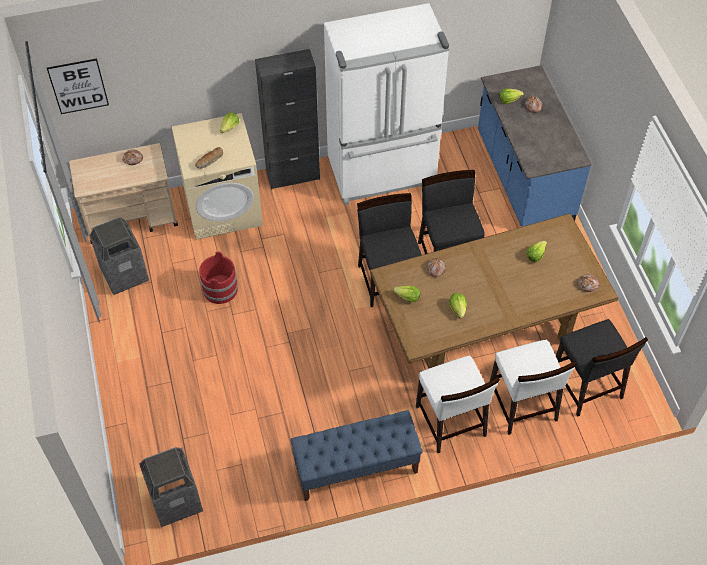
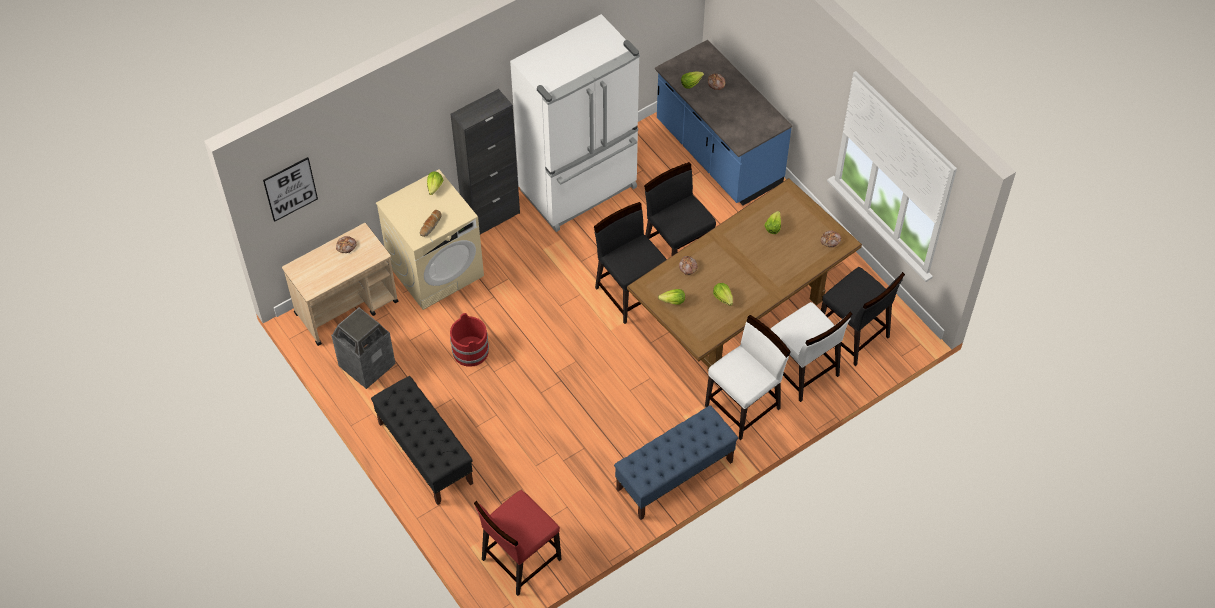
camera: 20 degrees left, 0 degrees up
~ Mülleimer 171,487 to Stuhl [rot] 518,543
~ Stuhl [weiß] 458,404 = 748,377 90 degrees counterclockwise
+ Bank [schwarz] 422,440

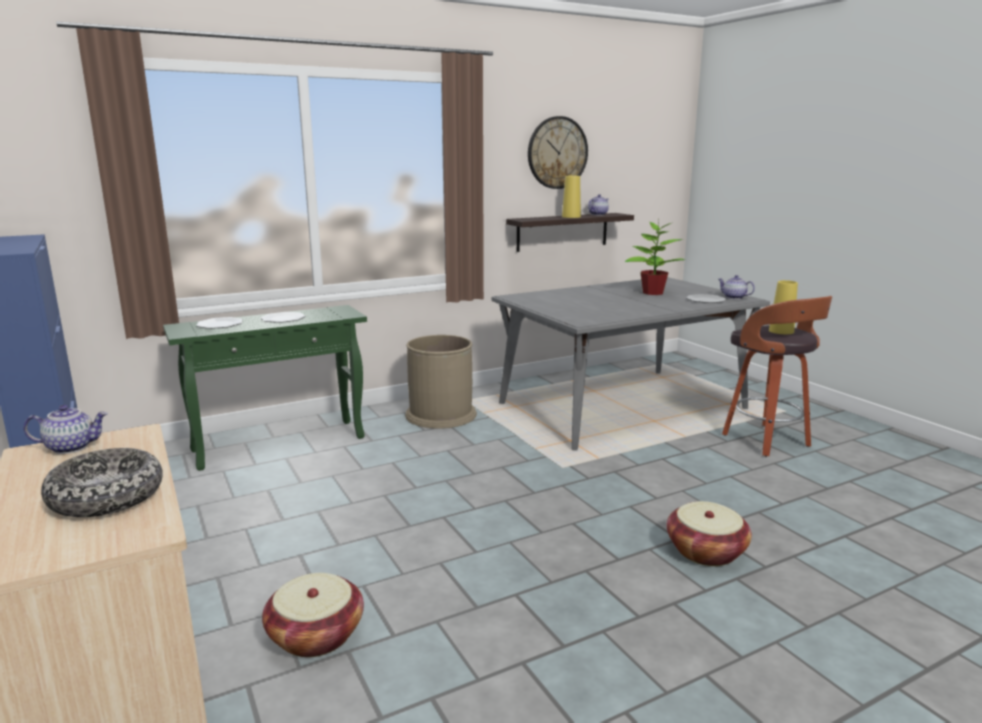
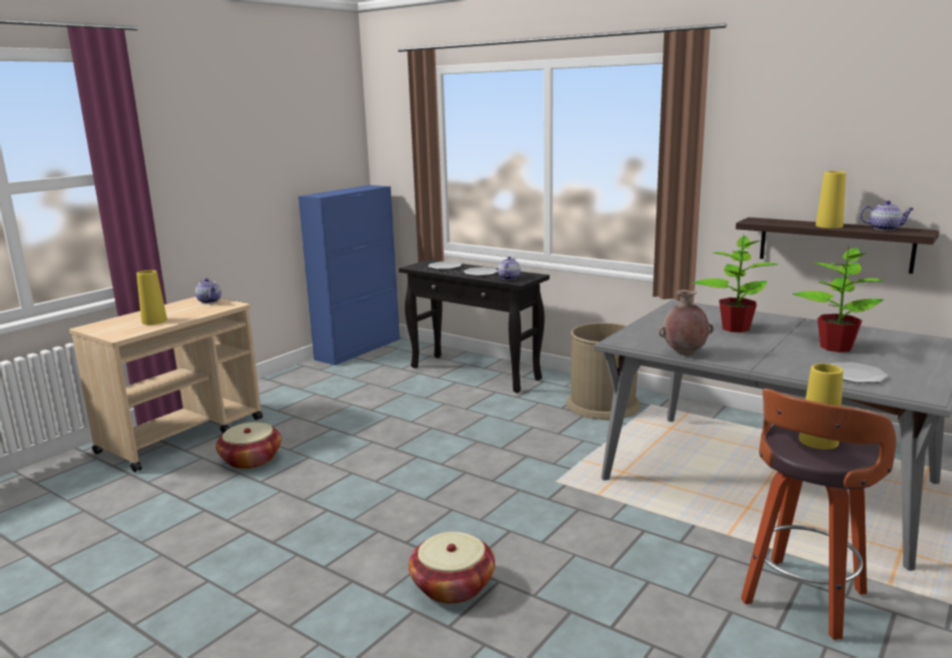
camera: 65 degrees right, 0 degrees up
~ Schüssel 102,482 to Vase [gelb] 152,297
~ Konsolentisch [grün] 265,388 to Konsolentisch [schwarz] 474,326
- Wanduhr 558,152
~ Teekanne 736,287 to 509,268
+ Vase [braun] 686,322
+ Topfpflanze 735,284

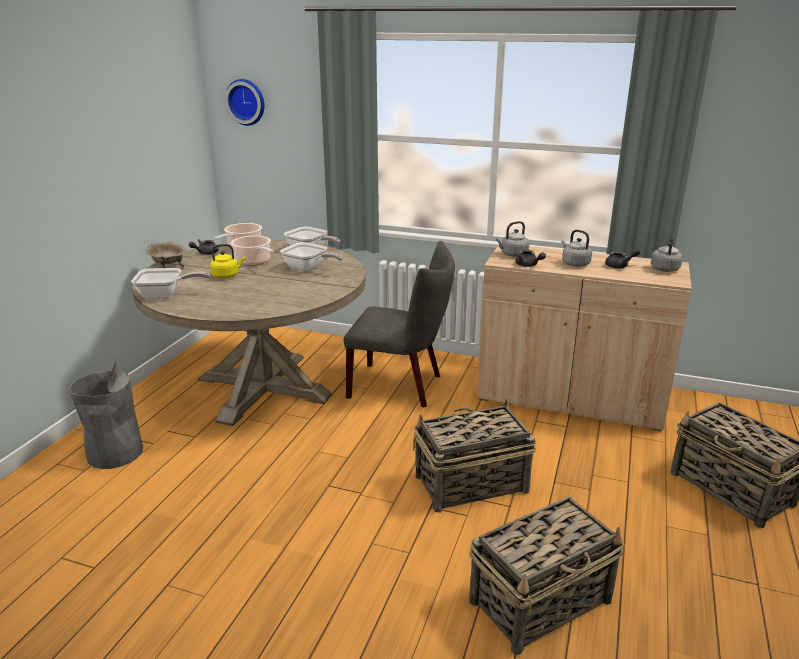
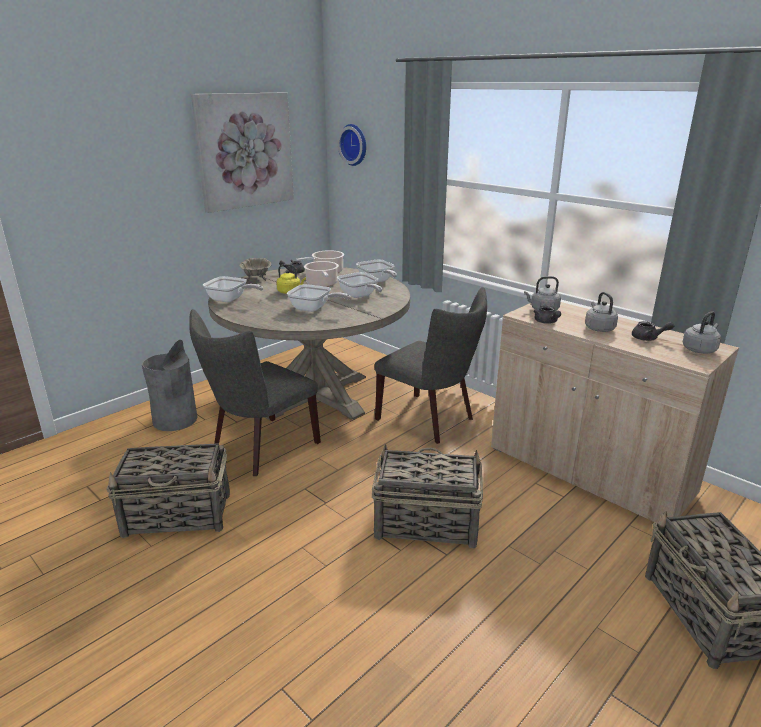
camera: 25 degrees right, 0 degrees up
~ Korb 546,575 to 168,490
+ Stuhl [grau] 255,392
+ Bild 242,153
+ Pfanne 319,298

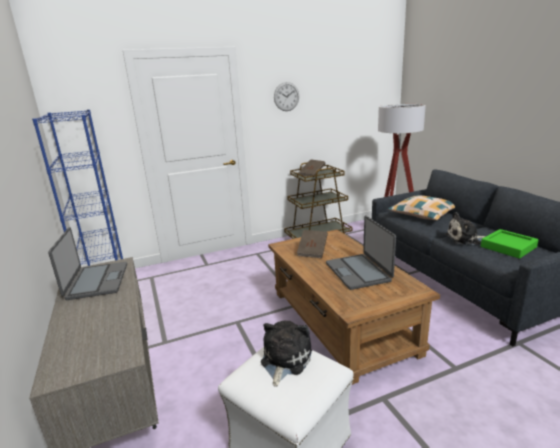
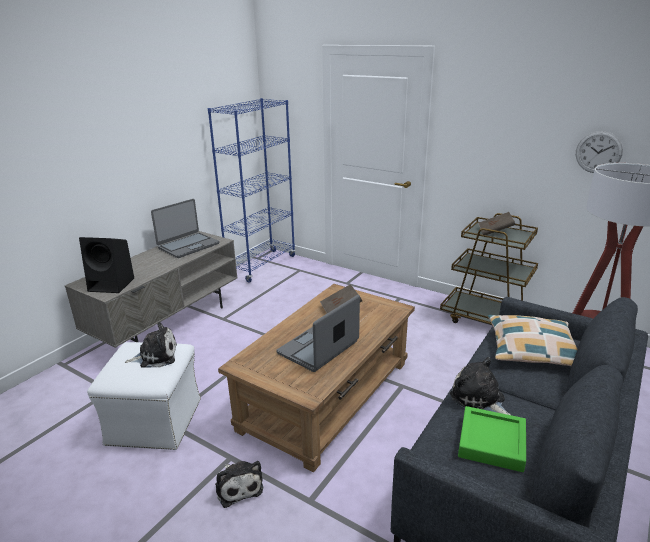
camera: 55 degrees right, 5 degrees up
~ Wanduhr 286,96 to 599,152
+ Lautsprecher [schwarz] 106,265
+ Plüschtier 239,484

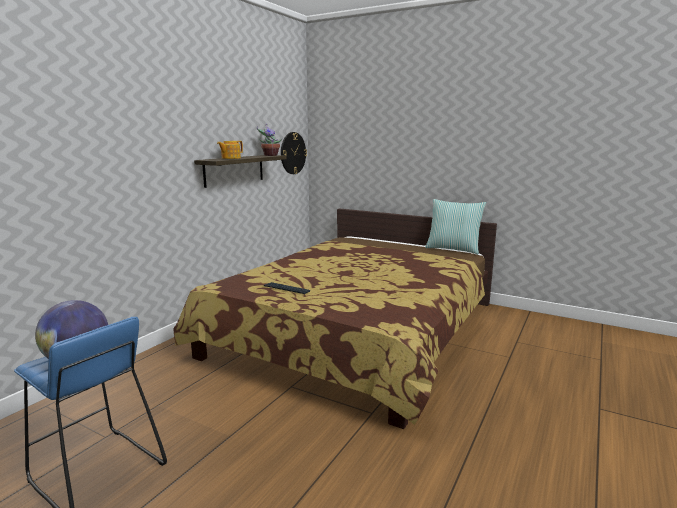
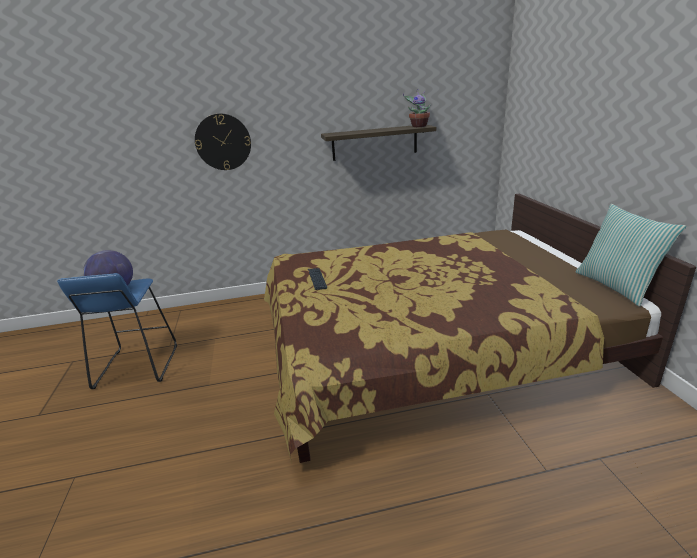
camera: 50 degrees right, 10 degrees up
- Teekanne 230,150
~ Wanduhr 294,153 to 223,142

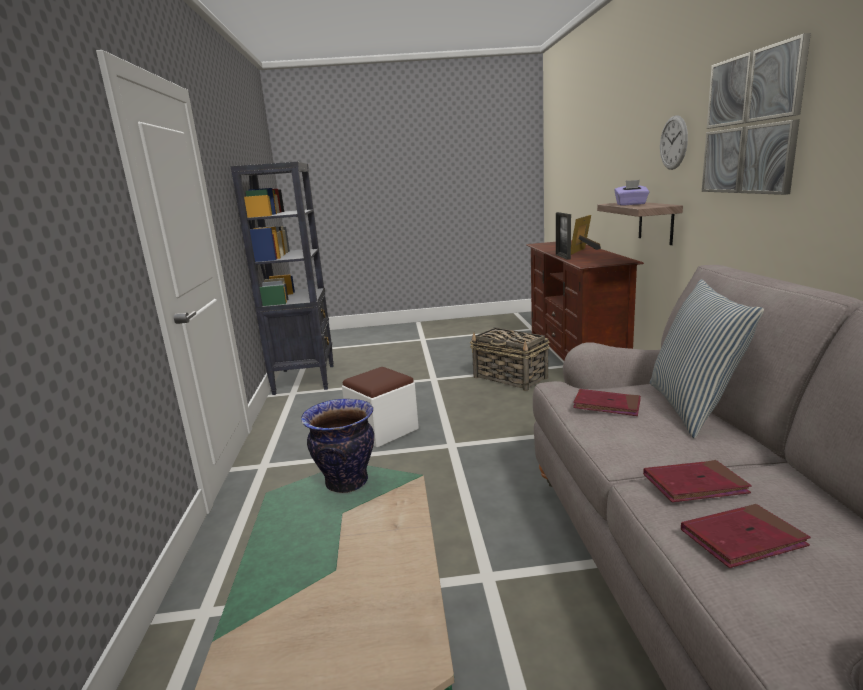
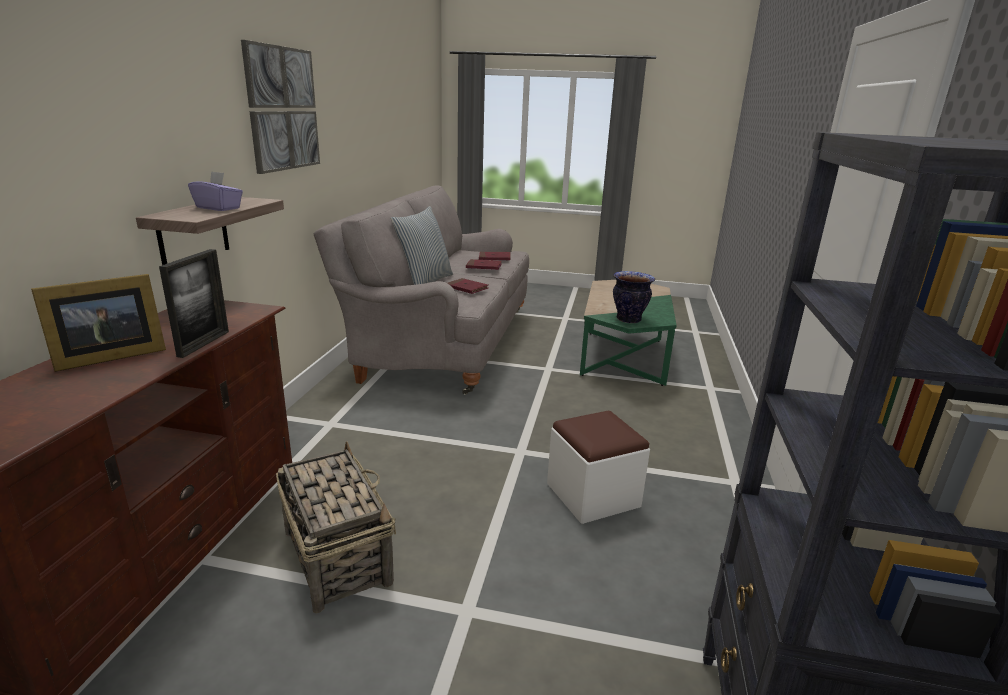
camera: 165 degrees left, 5 degrees up
- Wanduhr 674,142

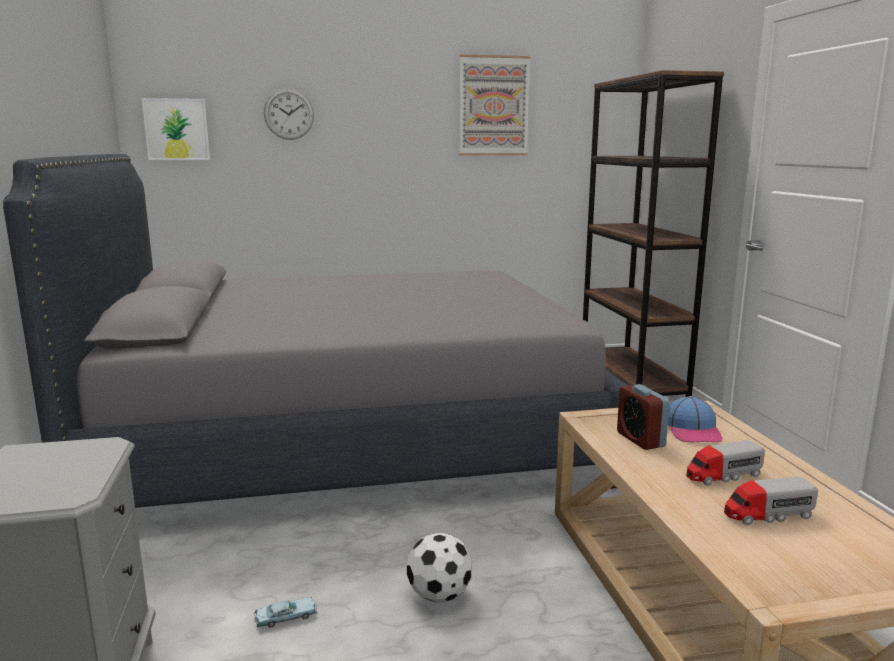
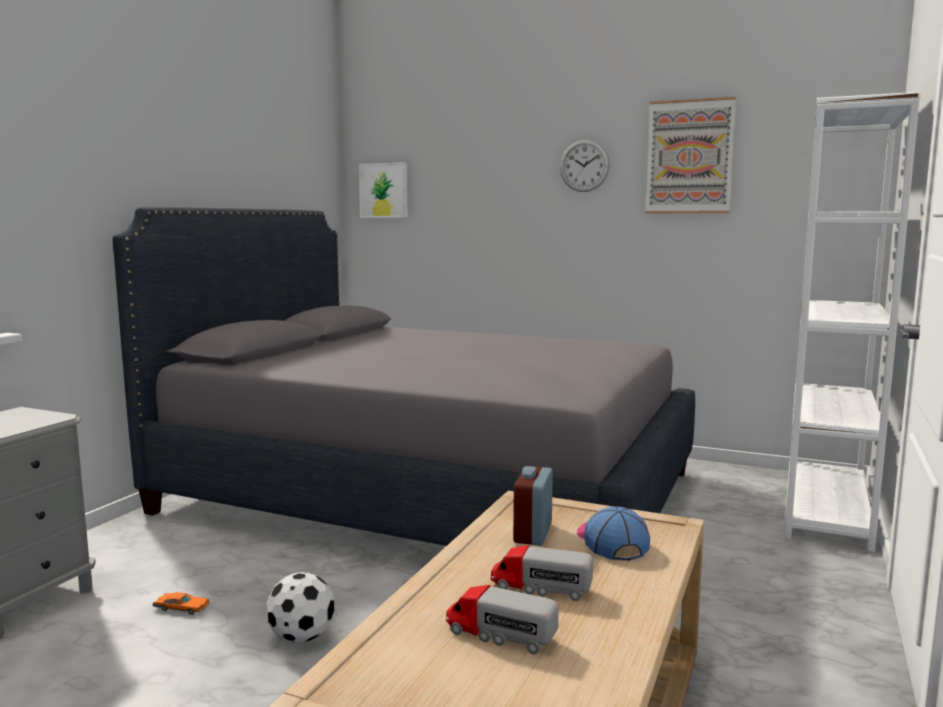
camera: 35 degrees right, 5 degrees down
~ Spielzeugauto [blau] 285,612 to Spielzeugauto [orange] 181,603
~ Wanduhr 289,114 to 585,165
~ Bücherregal [braun] 653,233 to Bücherregal [weiß] 852,322
~ Kappe 695,419 = 613,533 135 degrees clockwise

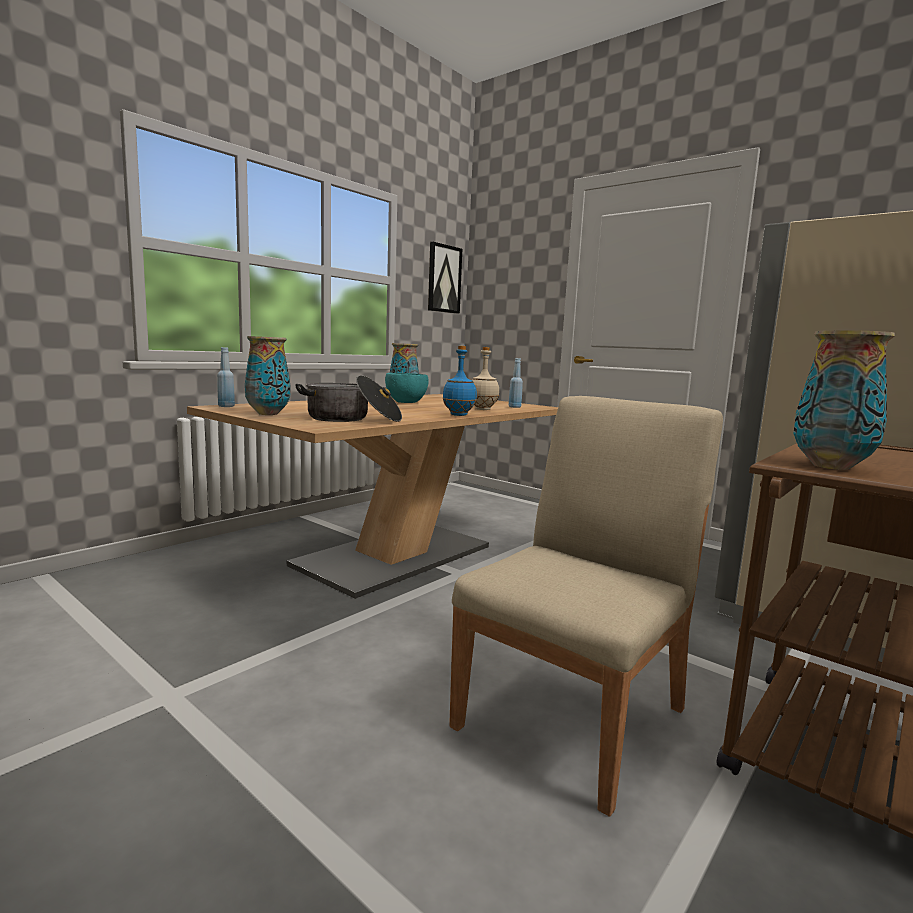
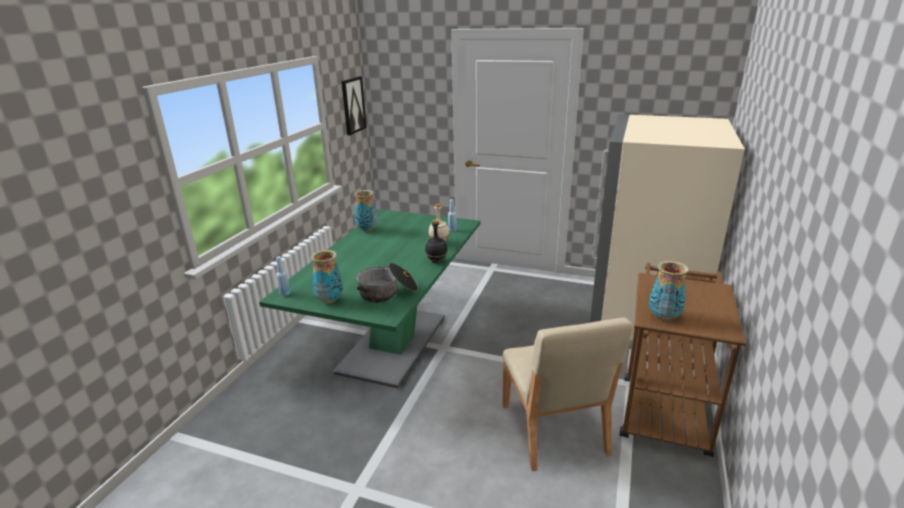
camera: 20 degrees left, 15 degrees up
~ Esstisch [braun] 372,496 to Esstisch [grün] 369,299
- Schüssel [türkis] 407,388
~ Flasche [blau] 459,381 to Flasche [schwarz] 436,241
~ Stuhl [beige] 586,606 = 567,394 150 degrees clockwise

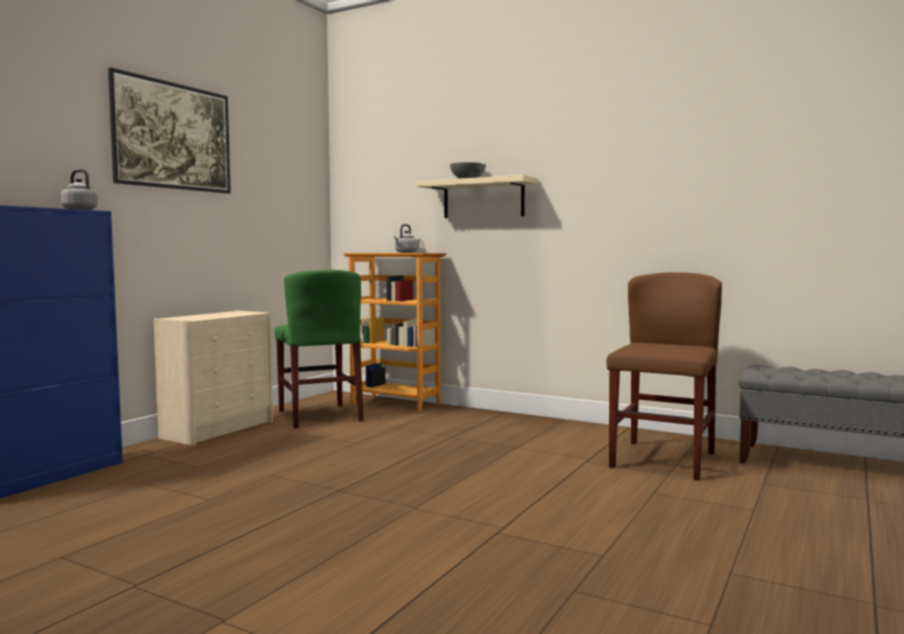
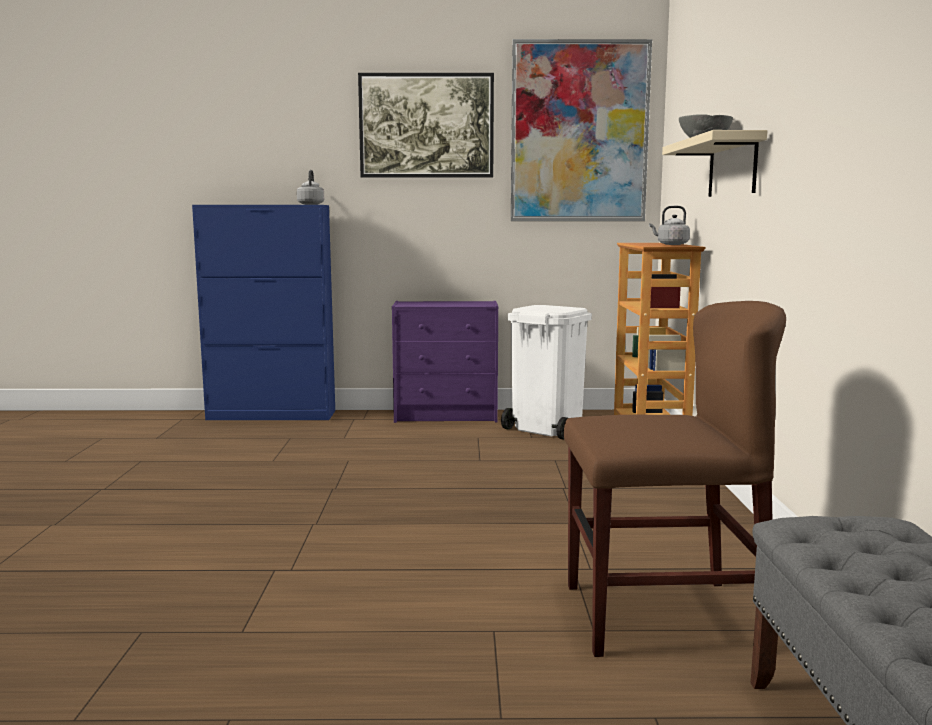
camera: 60 degrees right, 5 degrees up
~ Kommode [beige] 213,378 to Kommode [lila] 445,362
~ Stuhl [grün] 319,349 to Mülleimer [weiß] 546,372
+ Bild 581,130

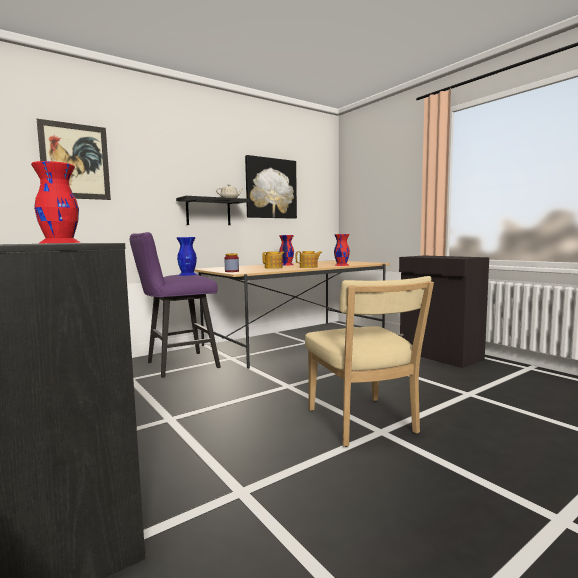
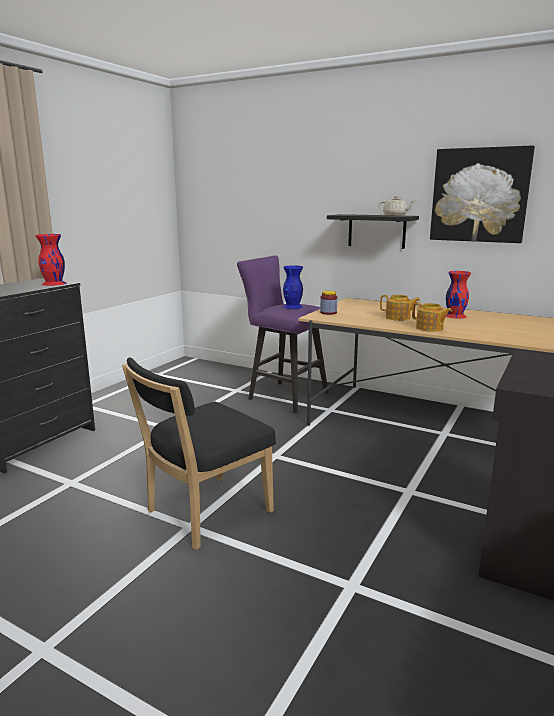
camera: 65 degrees right, 10 degrees up
- Bild 74,159
~ Stuhl [beige] 369,361 to Stuhl [schwarz] 199,453
- Vase [rot] 342,250

